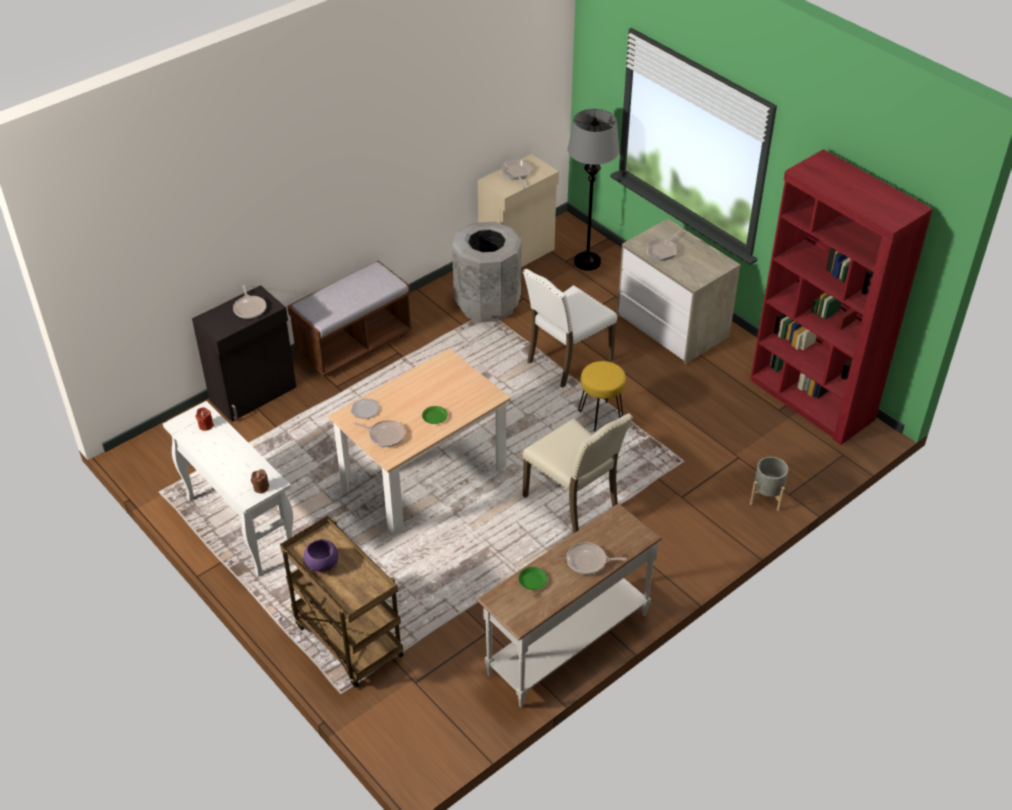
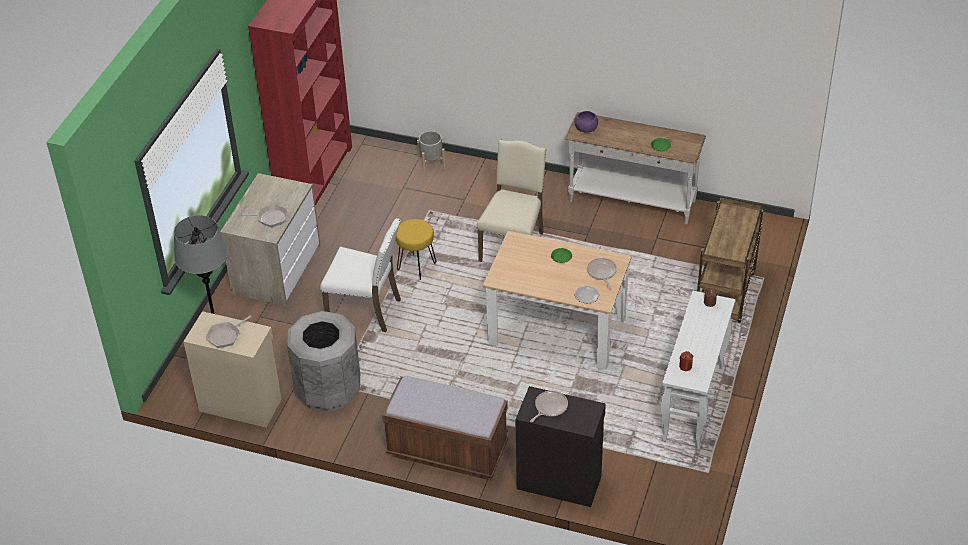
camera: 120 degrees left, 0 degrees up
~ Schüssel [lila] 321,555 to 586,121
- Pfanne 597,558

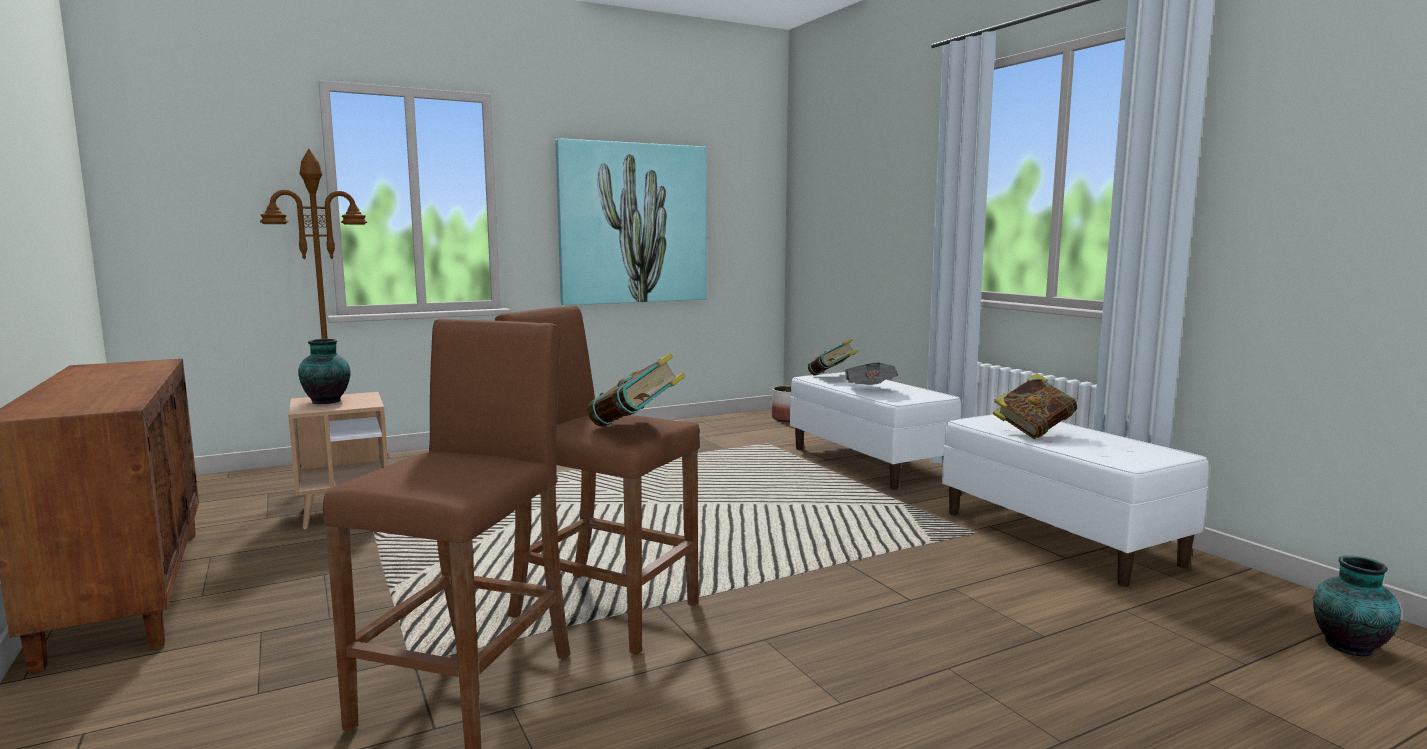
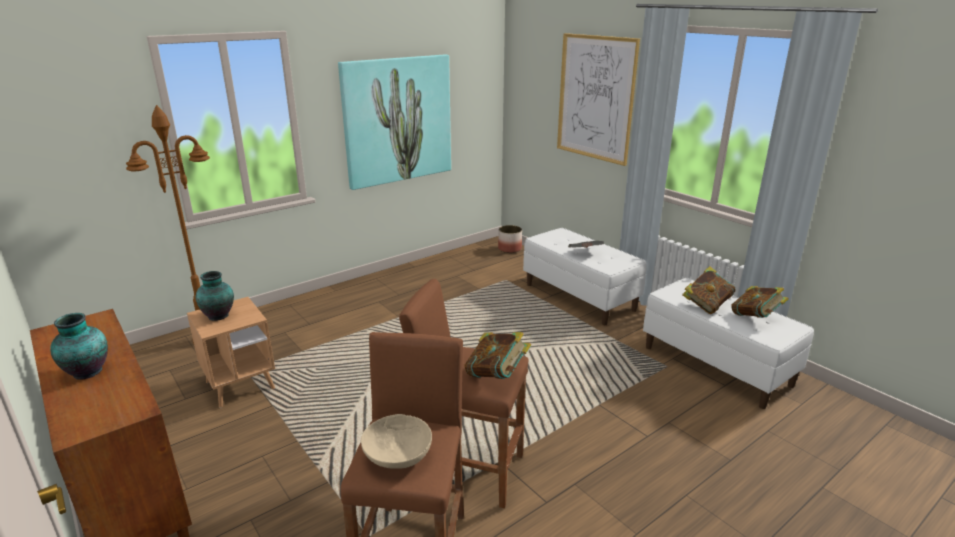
camera: 10 degrees left, 15 degrees up
~ Buch 833,357 to 759,302
~ Vase 1357,605 to 79,346
+ Schüssel [beige] 396,441
+ Bild 598,99

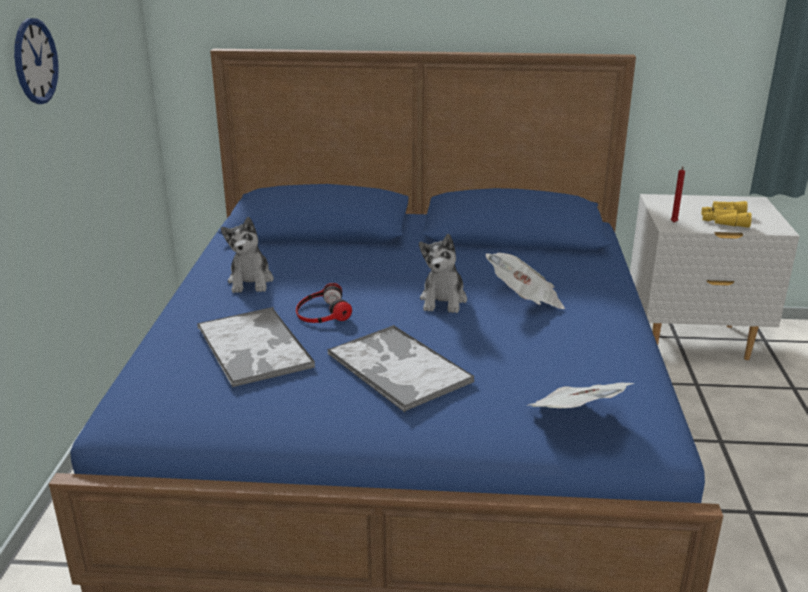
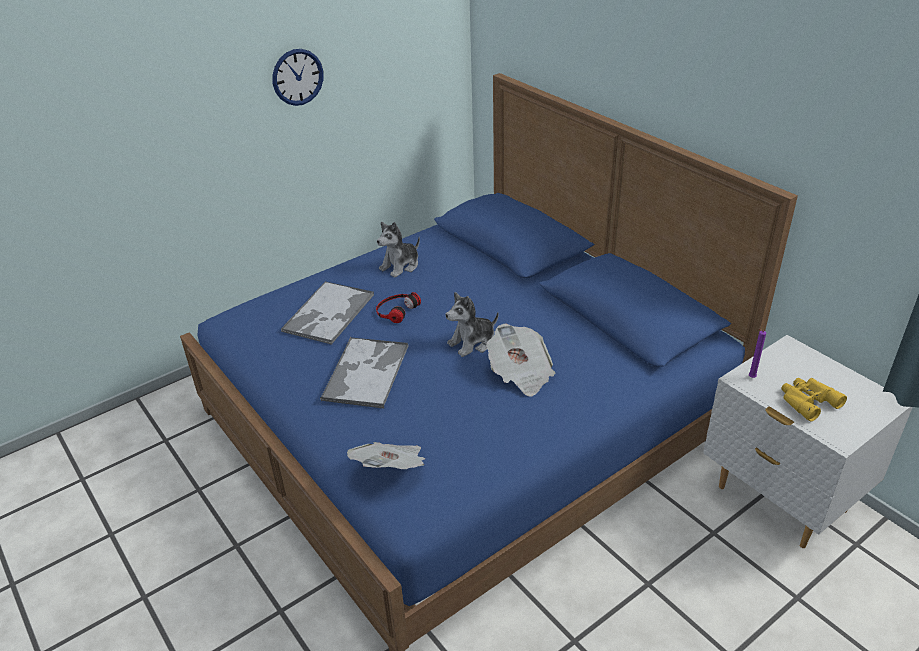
camera: 50 degrees right, 10 degrees up
~ Kerze [rot] 678,194 to Kerze [lila] 757,353

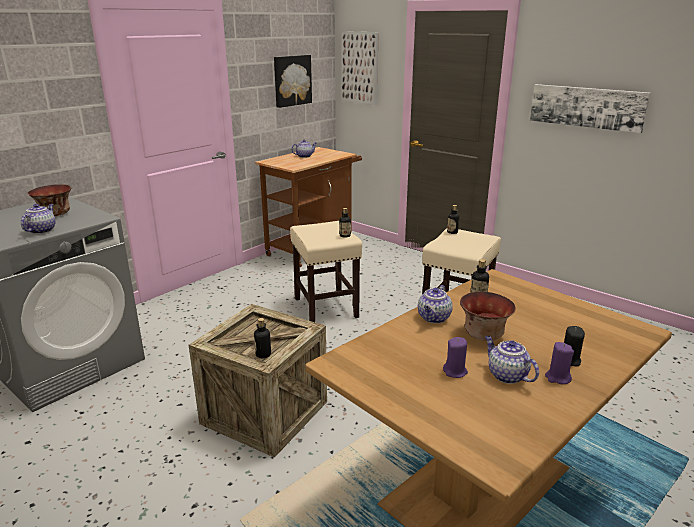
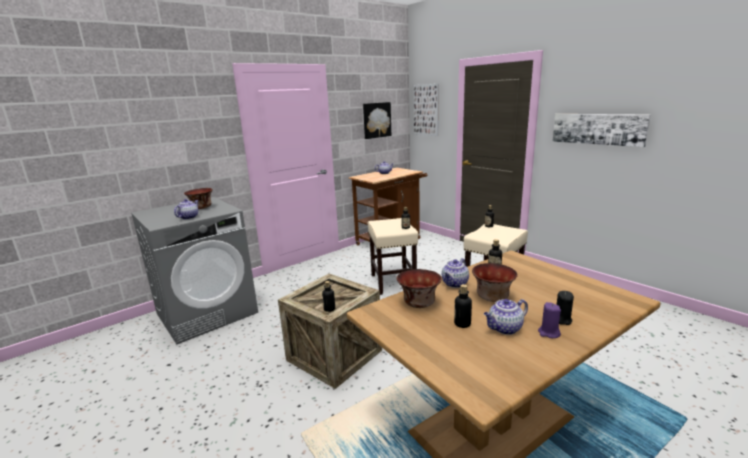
camera: 10 degrees right, 5 degrees down
~ Kerze [lila] 455,357 to Flasche 463,306
~ Teekanne 512,360 = 506,317 90 degrees counterclockwise
+ Schüssel 419,288

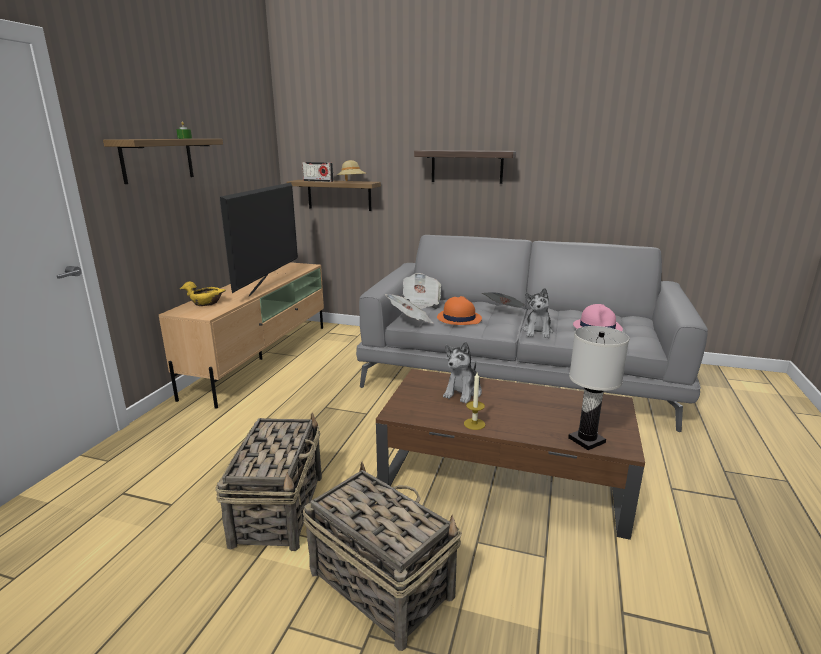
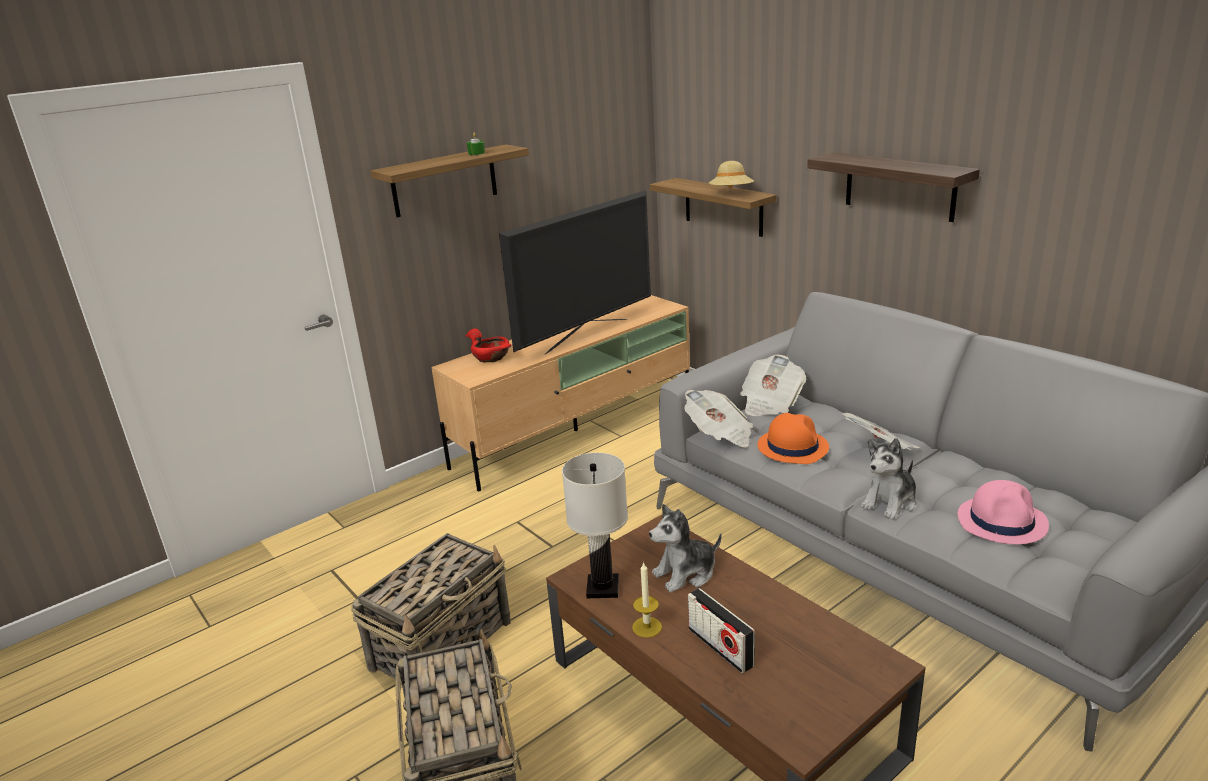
camera: 35 degrees right, 5 degrees up
~ Schüssel [gelb] 203,294 to Schüssel [rot] 488,345
~ Radio 318,172 to 721,630
~ Tischlampe [weiß] 598,388 to 595,525

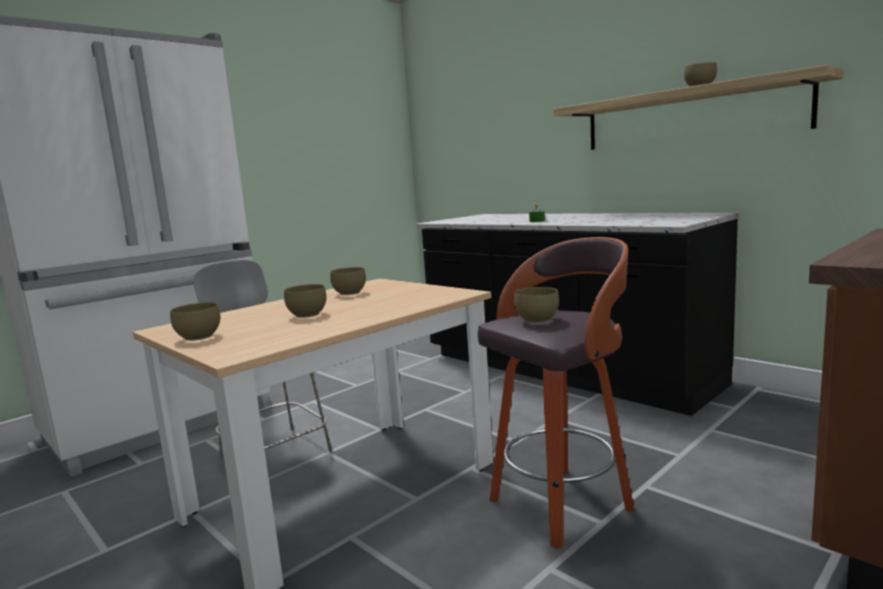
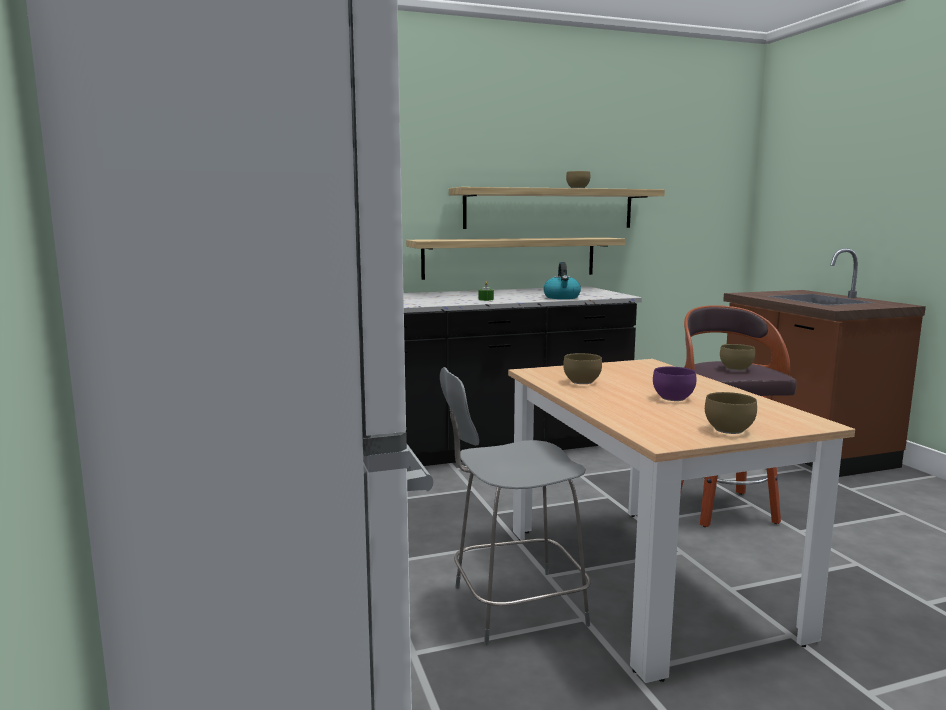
camera: 65 degrees left, 0 degrees up
~ Schüssel [braun] 305,301 to Schüssel [lila] 674,384
+ Wandregal 515,258
+ Wasserkessel 562,280

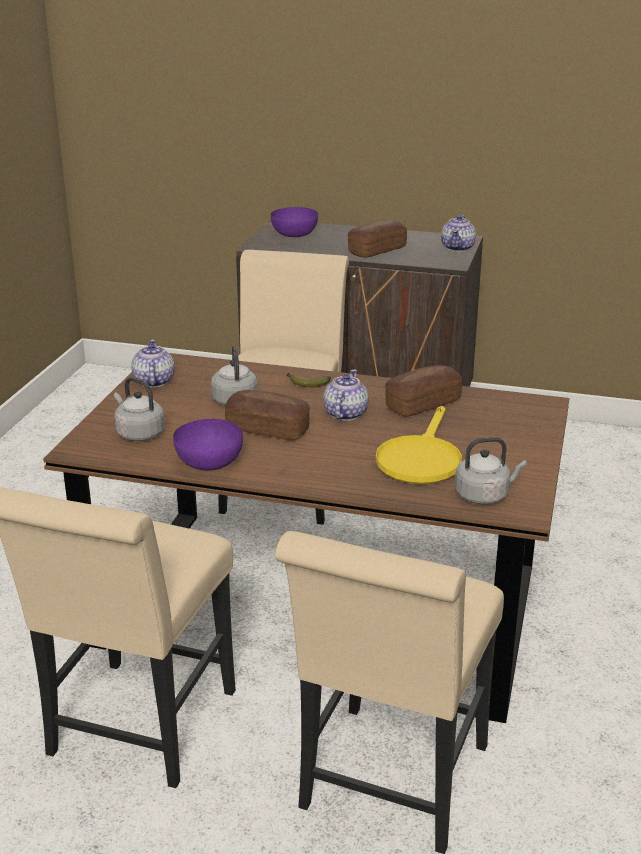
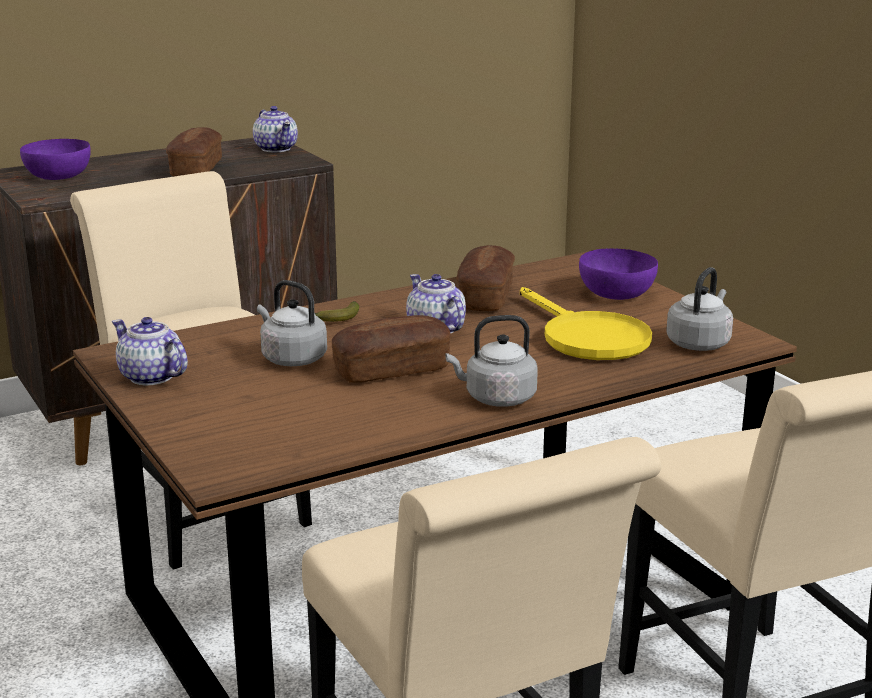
camera: 45 degrees left, 5 degrees down
~ Wasserkessel [grau] 139,409 to 491,361
~ Schüssel [lila] 208,445 to 618,274

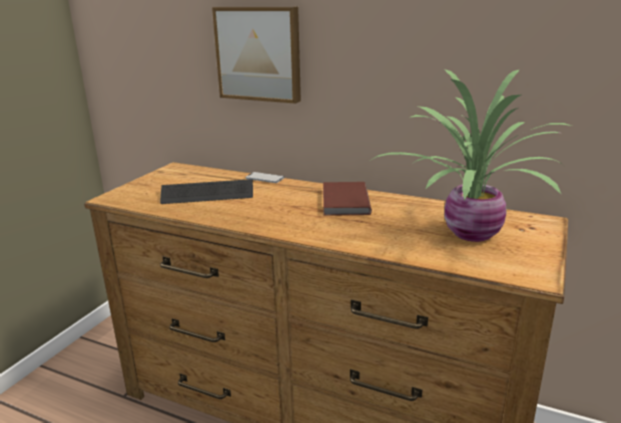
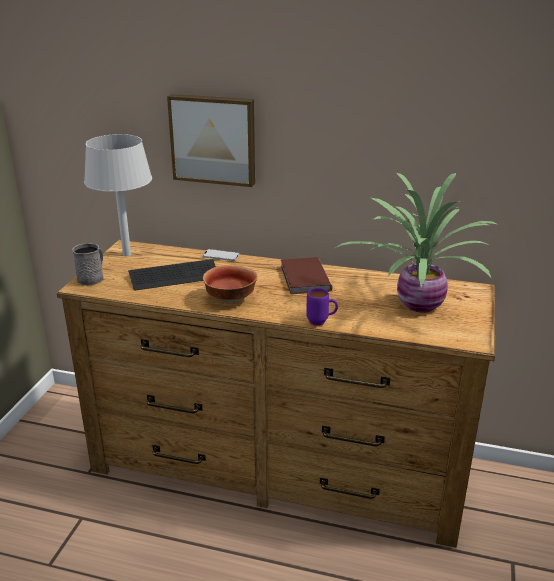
camera: 10 degrees left, 5 degrees up
+ Henkelbecher [grau] 87,264
+ Tischlampe [grau] 118,195
+ Schüssel 230,284
+ Henkelbecher [lila] 322,307

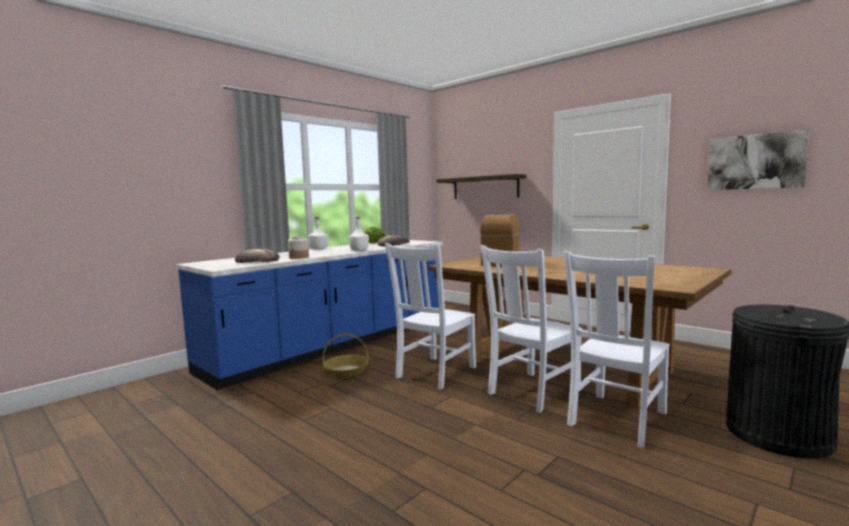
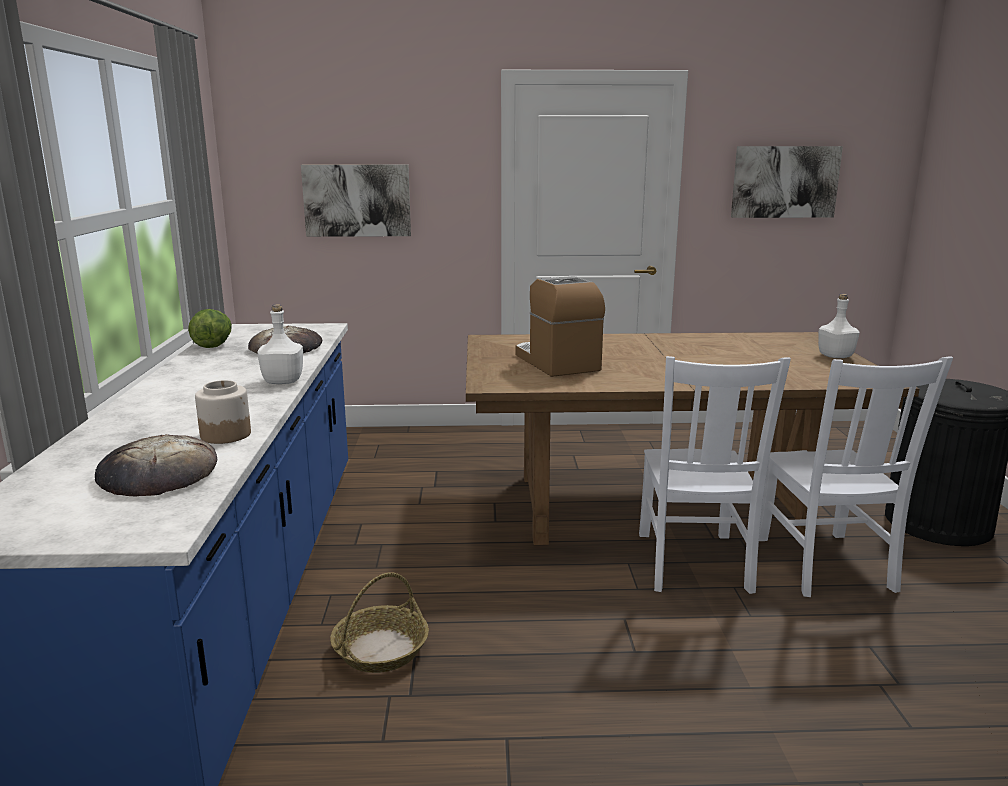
camera: 45 degrees left, 10 degrees up
~ Flasche [weiß] 318,233 to 839,326
- Stuhl [weiß] 430,316
~ Wandregal 481,186 to Bild 356,200

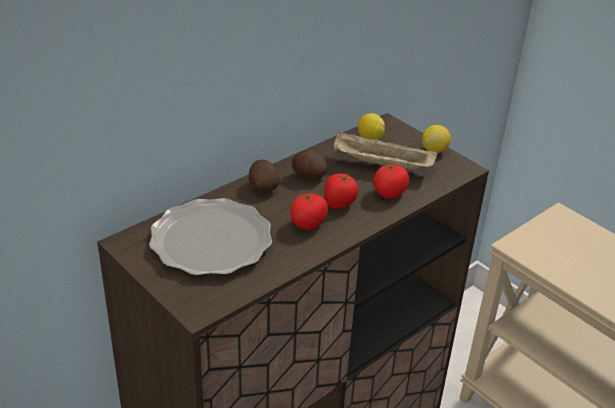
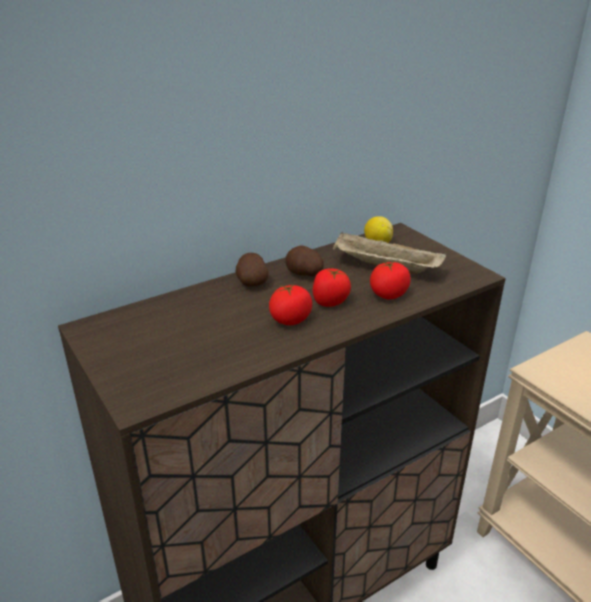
camera: 10 degrees right, 5 degrees down
- Teller 210,237
- Zitrone 436,139

